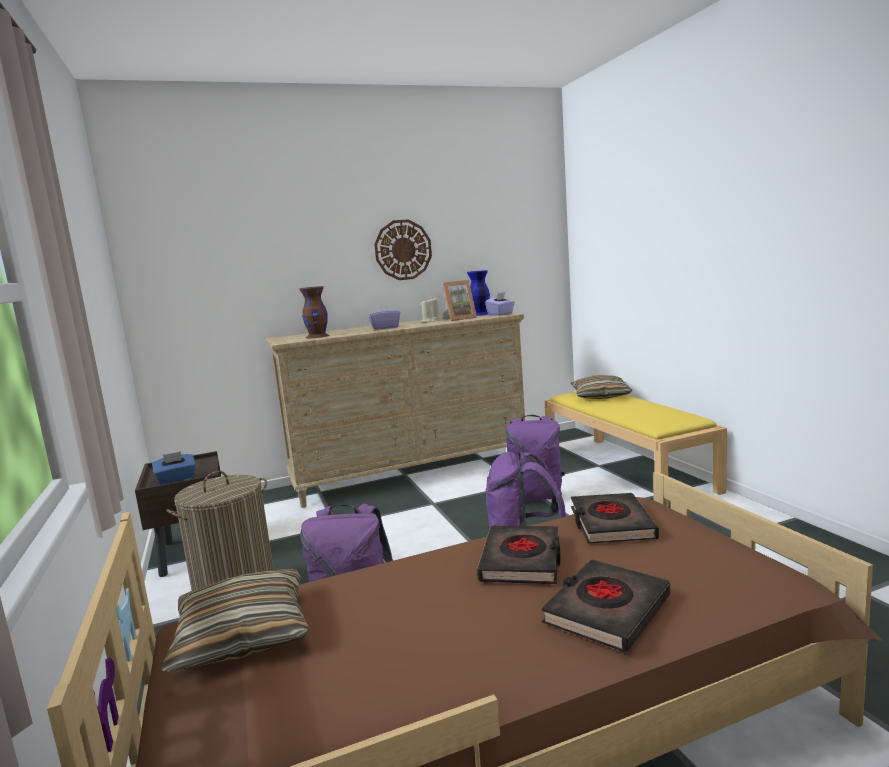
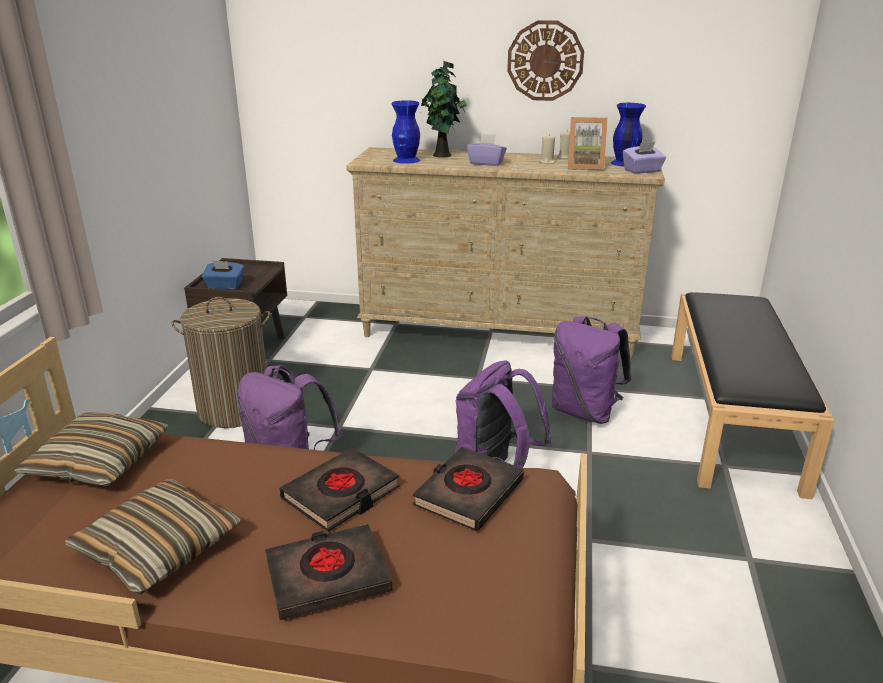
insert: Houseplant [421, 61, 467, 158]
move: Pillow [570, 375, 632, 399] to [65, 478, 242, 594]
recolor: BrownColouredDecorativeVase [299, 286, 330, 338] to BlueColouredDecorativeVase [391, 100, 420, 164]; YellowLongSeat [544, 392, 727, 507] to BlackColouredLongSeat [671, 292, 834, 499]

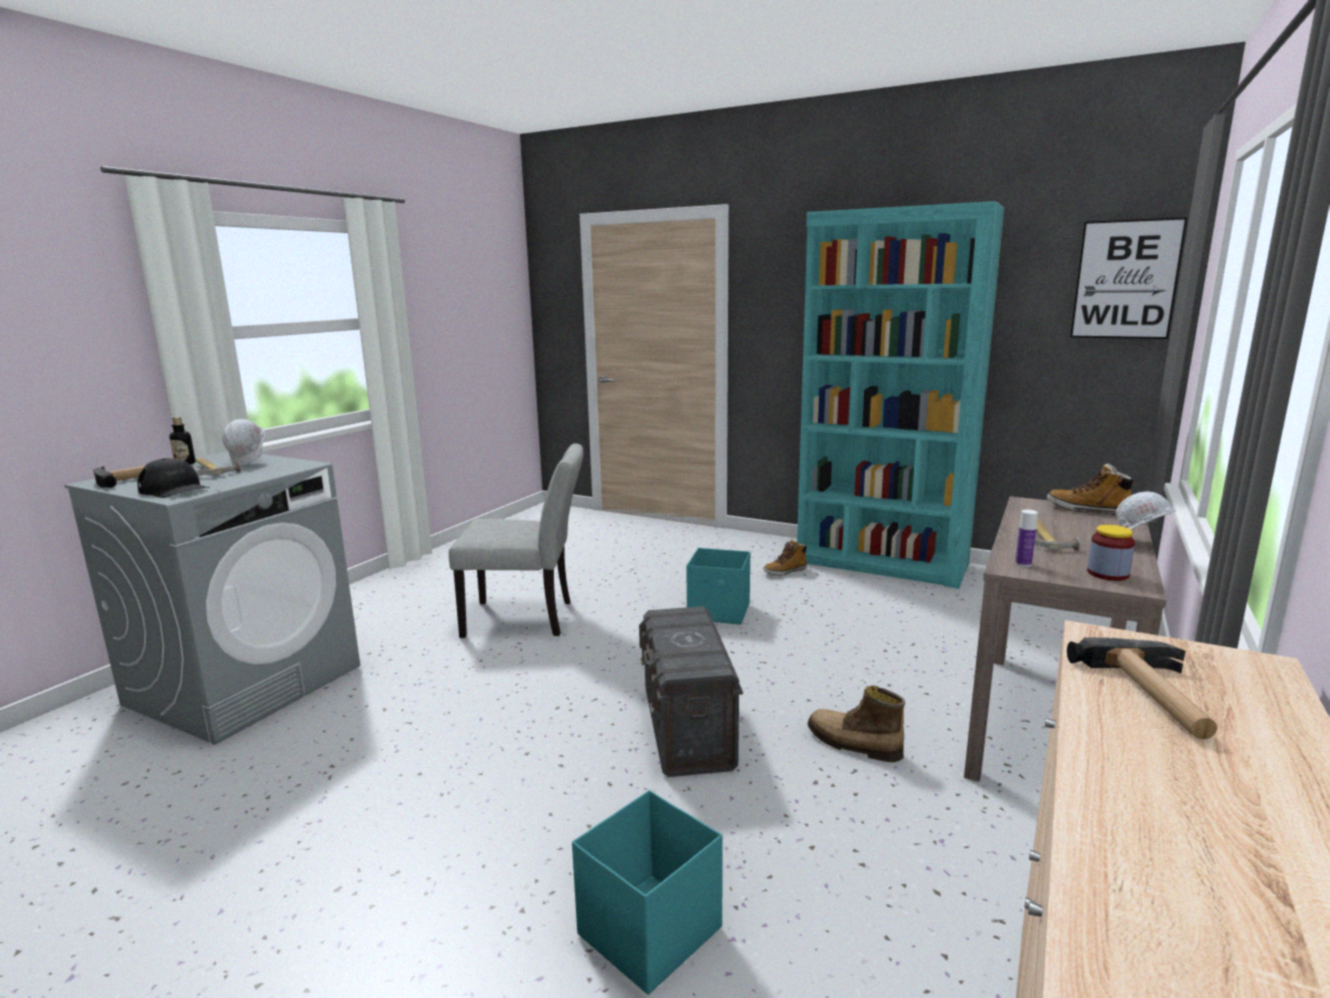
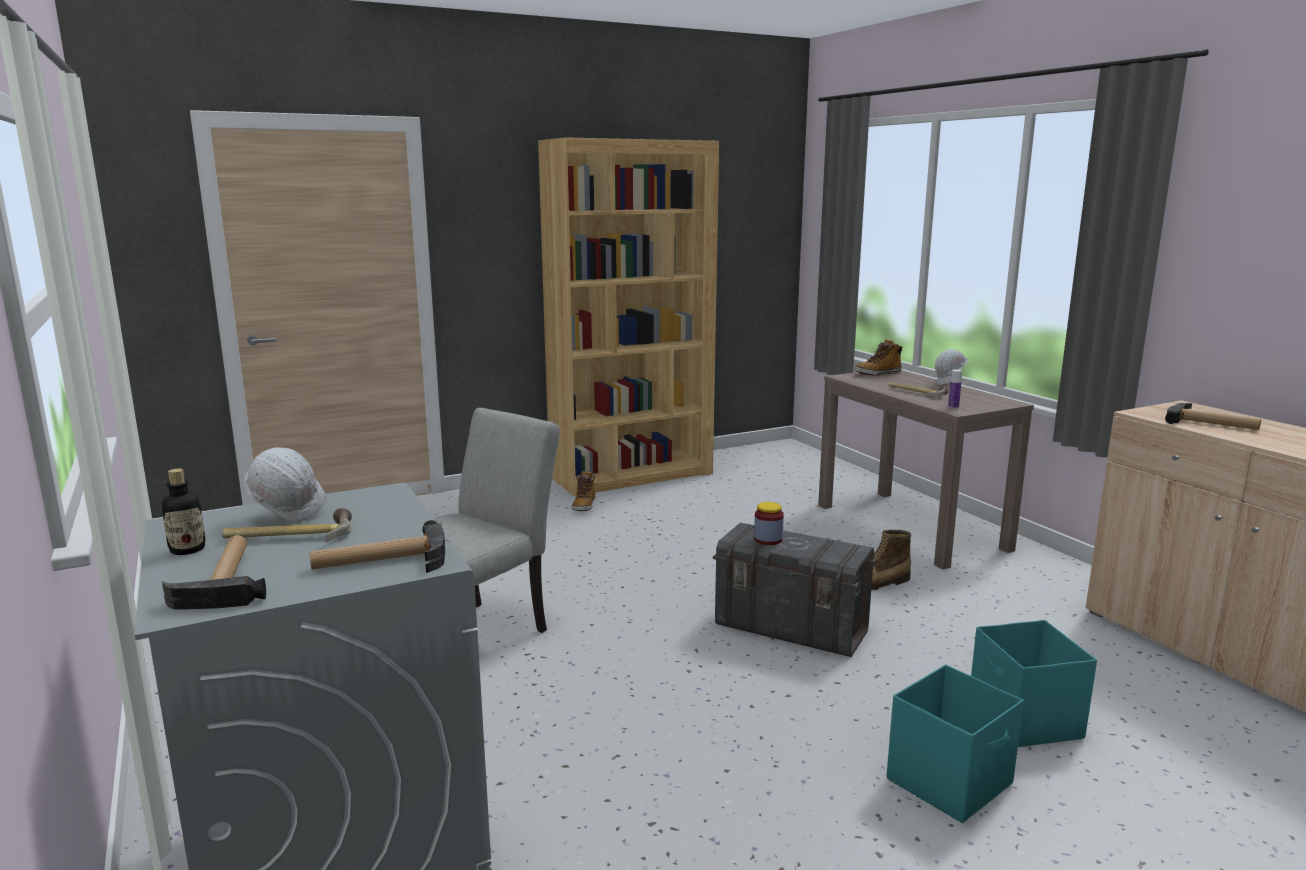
delete: WallArt [1070, 217, 1188, 339]
move: StorageJar [1087, 525, 1135, 581] to [754, 502, 784, 545]; TurquoiseColouredStorageBox [686, 548, 750, 625] to [887, 665, 1024, 823]
replace: BlackColouredBaseballCap [137, 458, 210, 498] to HandHammer [310, 520, 445, 573]
recolor: TurquoiseColouredBookshelf [797, 201, 1004, 589] to BrownColouredBookshelf [538, 137, 719, 496]

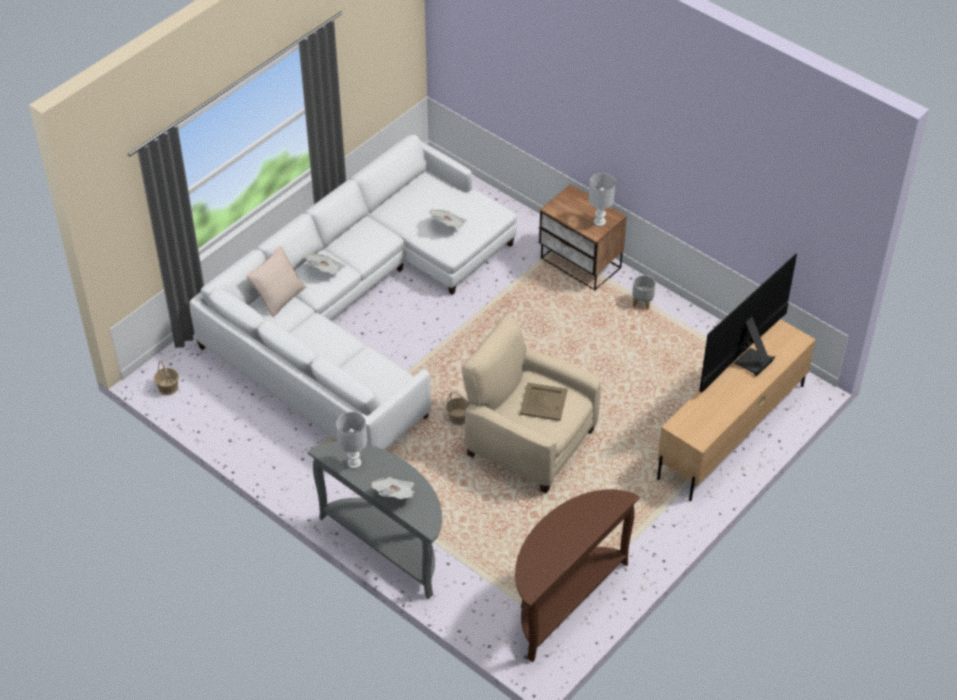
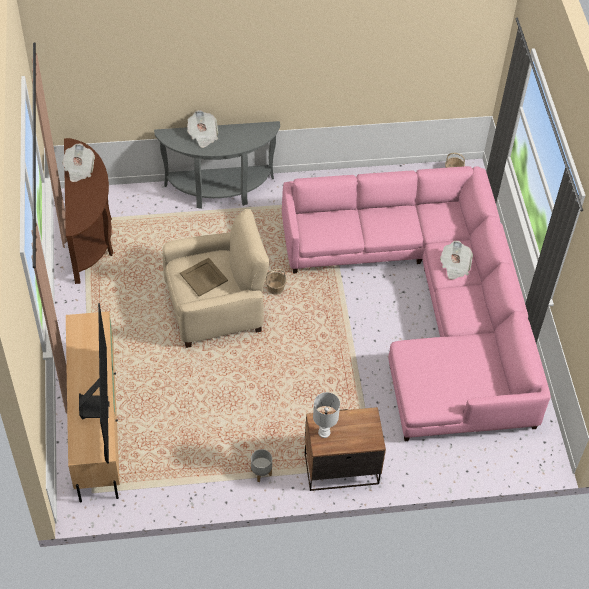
delete: BeigePillow [247, 246, 306, 317]; WhitishTabletopLamp [336, 412, 367, 469]
move: DailyPaper [429, 209, 467, 228] to [62, 143, 95, 182]
recolor: WhitishSofa [189, 135, 517, 450] to PinkColouredSofa [282, 166, 551, 441]

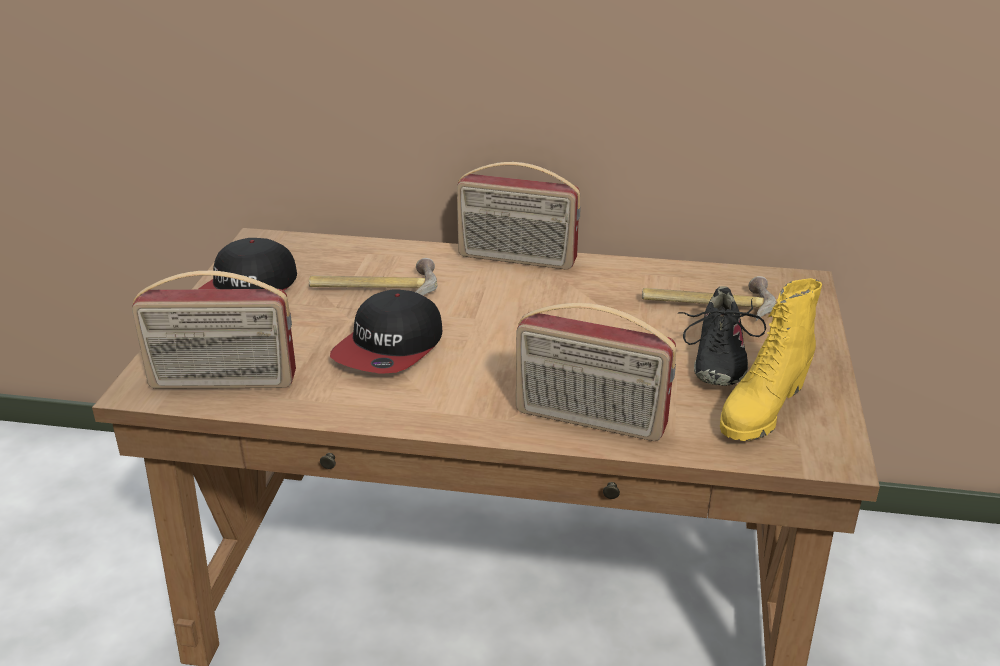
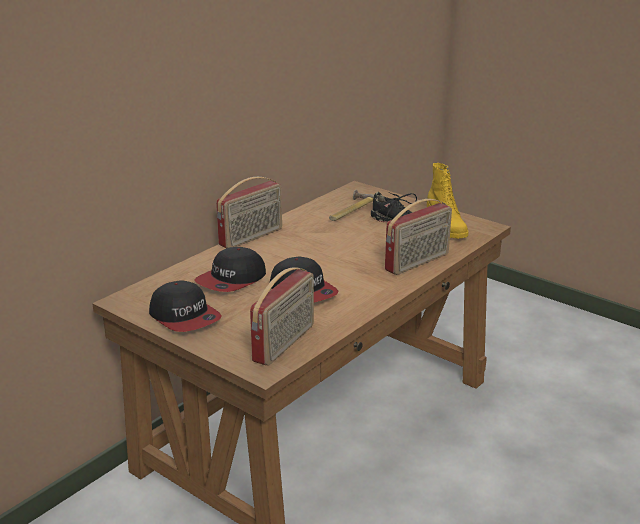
replace: HandHammer [309, 258, 437, 295] to BaseballCap [194, 247, 266, 292]

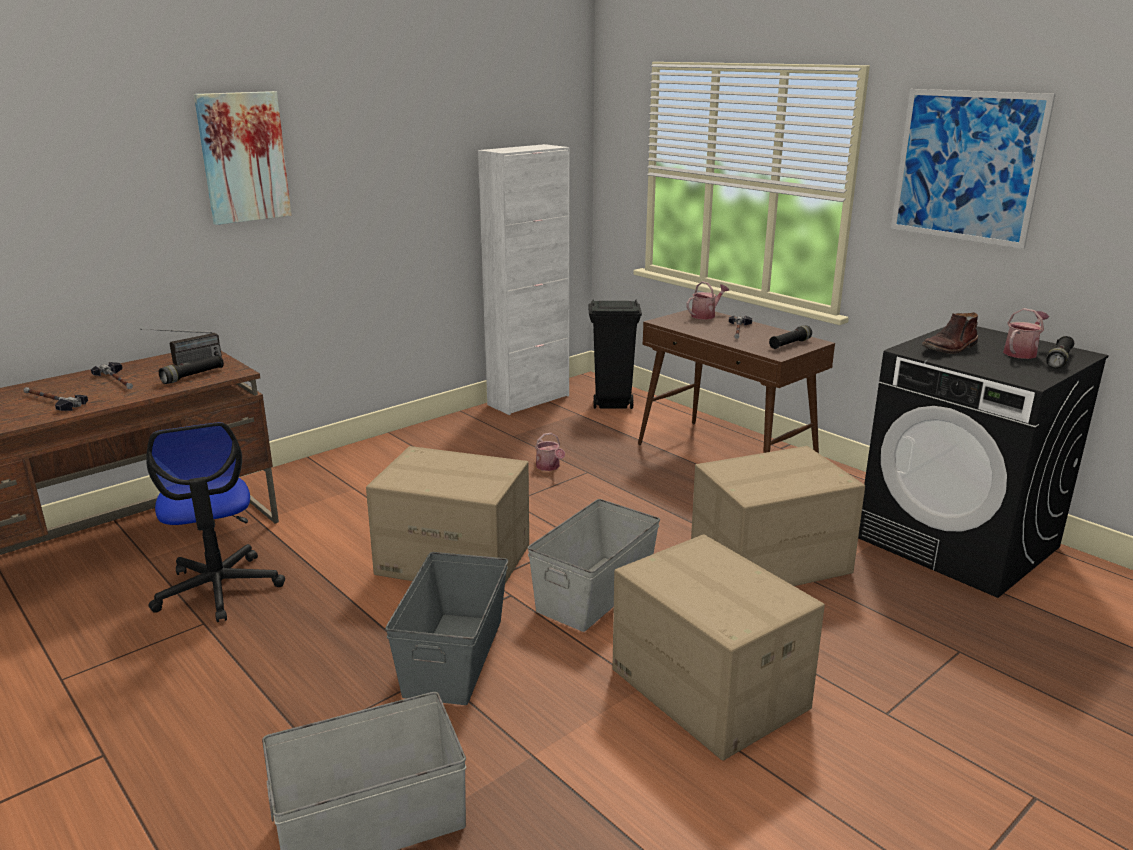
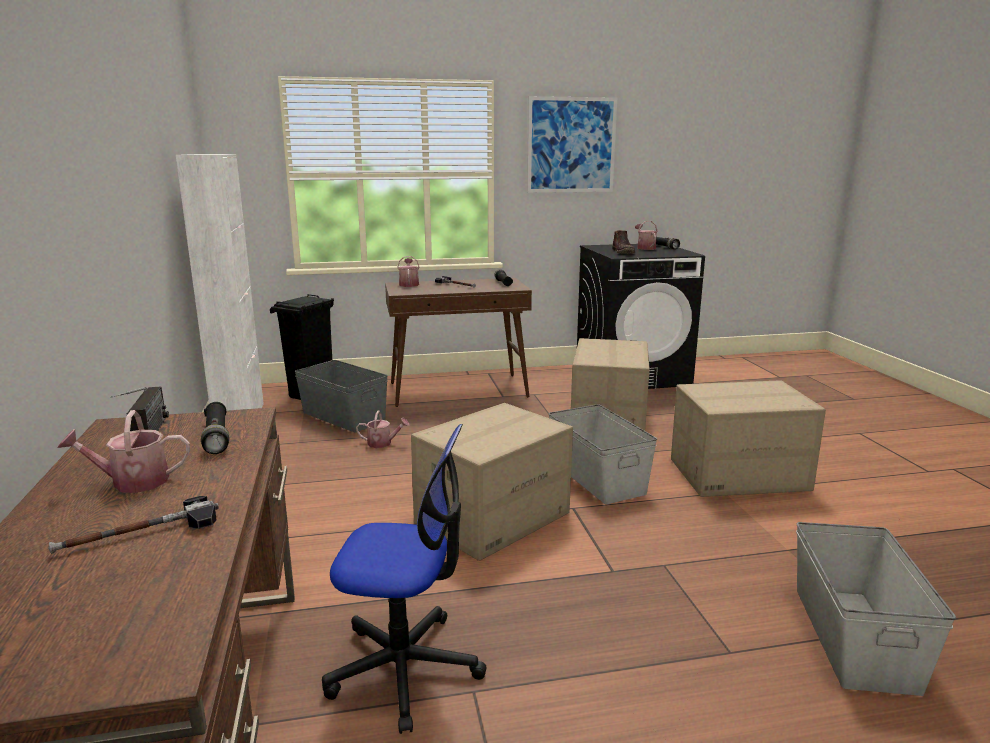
delete: WallArt [194, 91, 292, 225]
move: GreyStorageBox [385, 552, 508, 705] to [295, 360, 388, 433]
replace: HandHammer [91, 362, 133, 389] to WateringCan [58, 410, 190, 493]

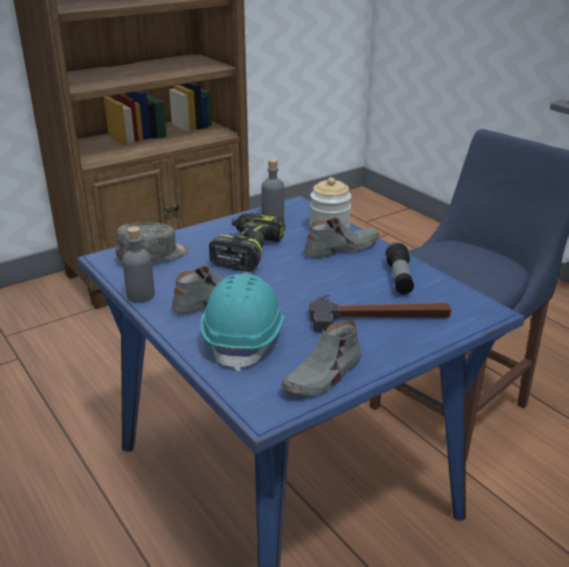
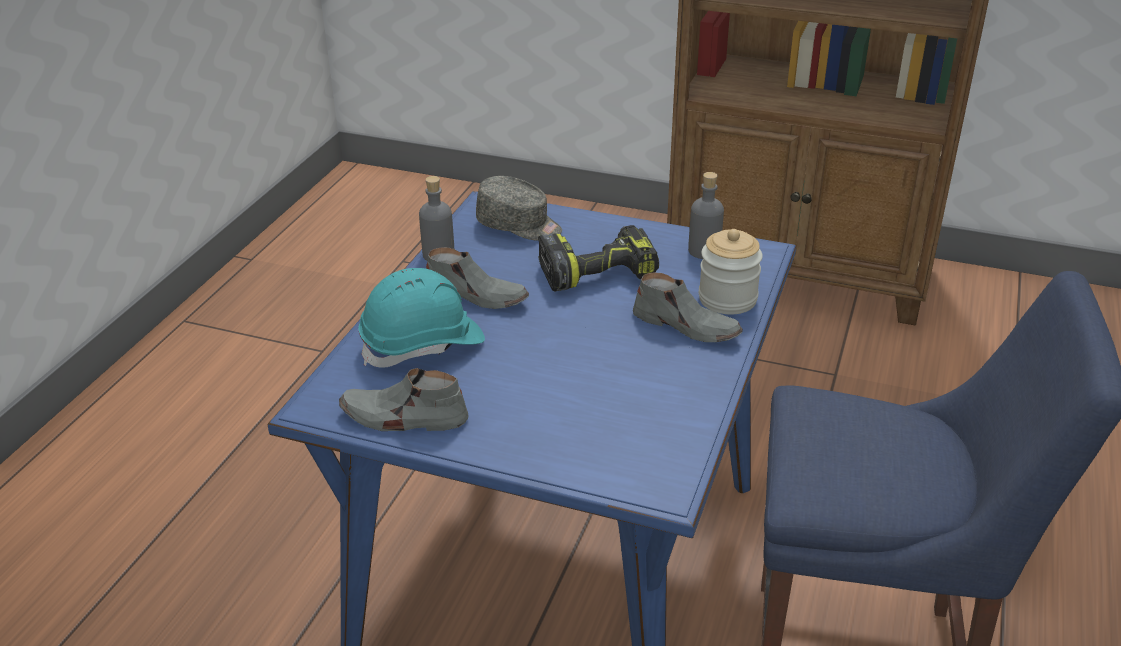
delete: Torch [385, 242, 414, 294]; HandHammer [309, 294, 451, 332]

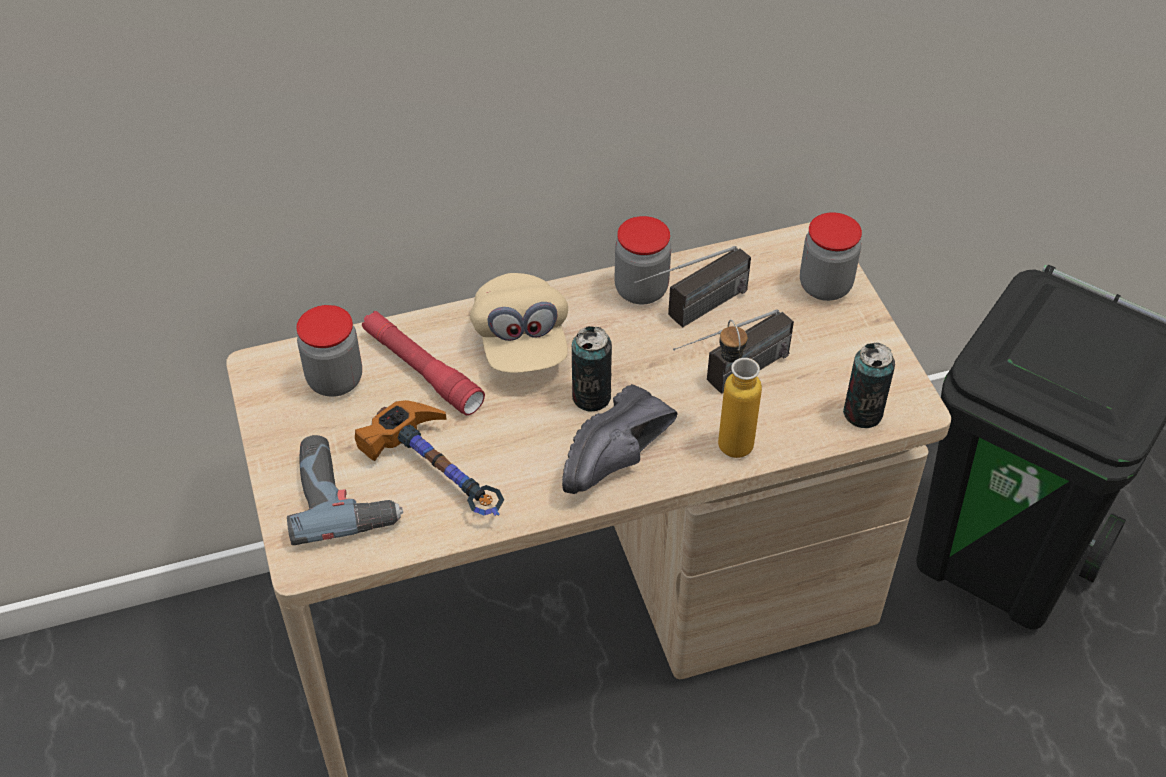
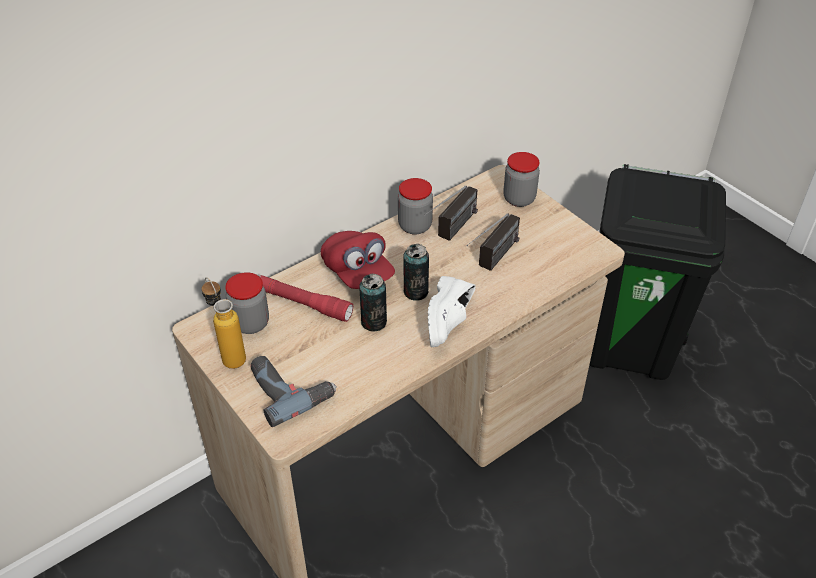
delete: HandHammer [355, 400, 504, 516]
move: DrinkBottle [718, 320, 762, 458] to [202, 277, 246, 369]; Can [843, 343, 895, 428] to [359, 274, 387, 332]
recolor: BeigeBaseballCap [470, 273, 568, 373] to ReddishBaseballCap [321, 231, 395, 289]; BlackColouredShoe [562, 384, 678, 494] to WhitishShoe [428, 276, 476, 347]

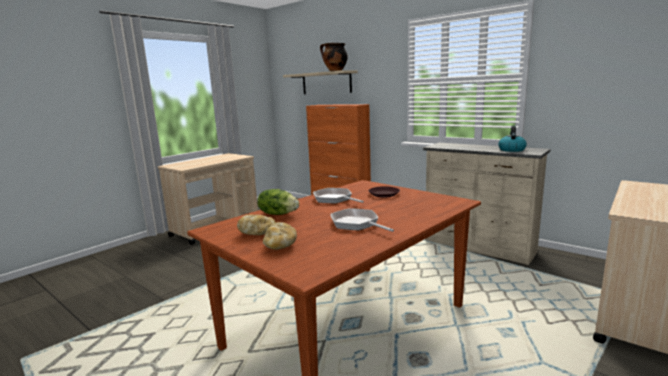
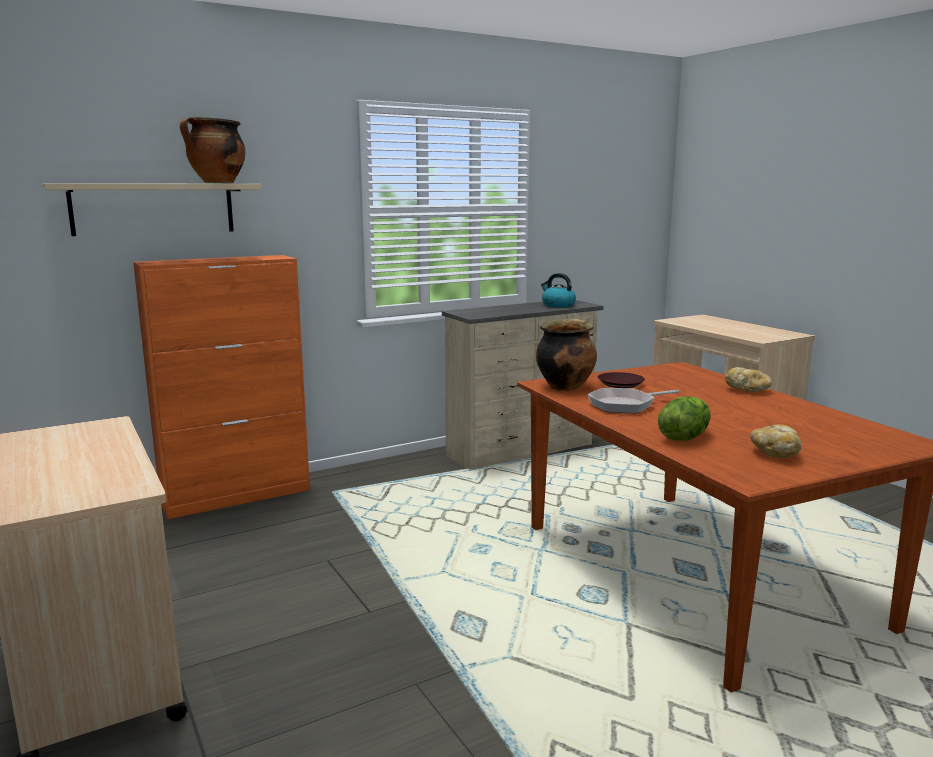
delete: Skillet [331, 208, 394, 232]
insert: CookingPot [536, 319, 597, 391]
move: Bread [263, 222, 297, 250] to [725, 367, 772, 392]

